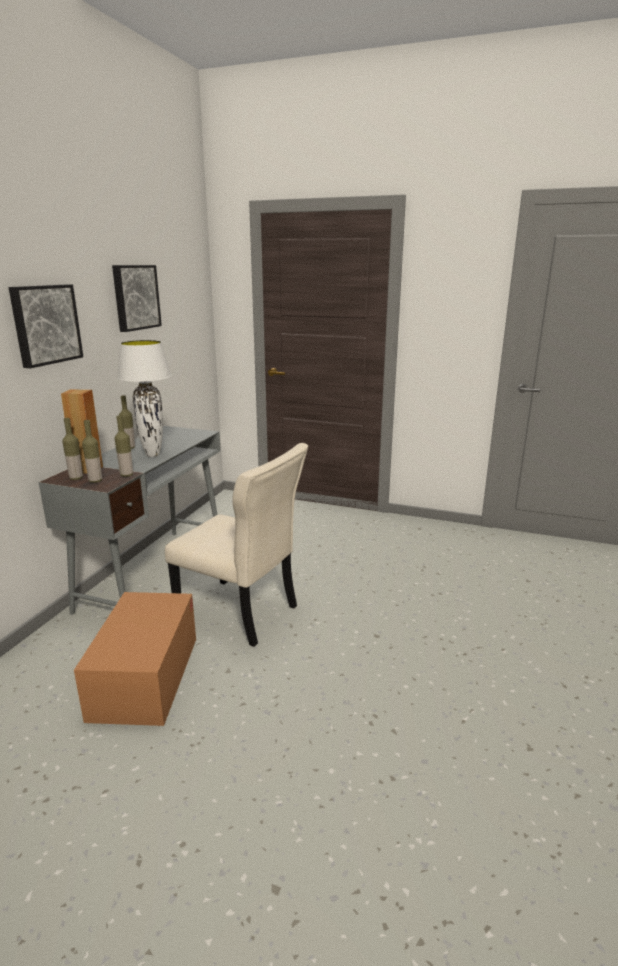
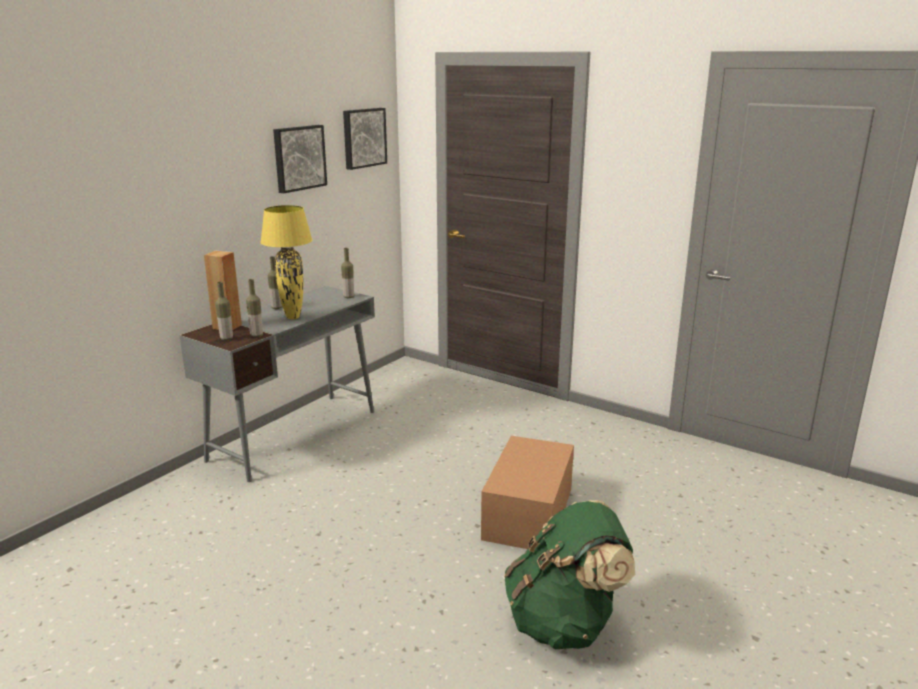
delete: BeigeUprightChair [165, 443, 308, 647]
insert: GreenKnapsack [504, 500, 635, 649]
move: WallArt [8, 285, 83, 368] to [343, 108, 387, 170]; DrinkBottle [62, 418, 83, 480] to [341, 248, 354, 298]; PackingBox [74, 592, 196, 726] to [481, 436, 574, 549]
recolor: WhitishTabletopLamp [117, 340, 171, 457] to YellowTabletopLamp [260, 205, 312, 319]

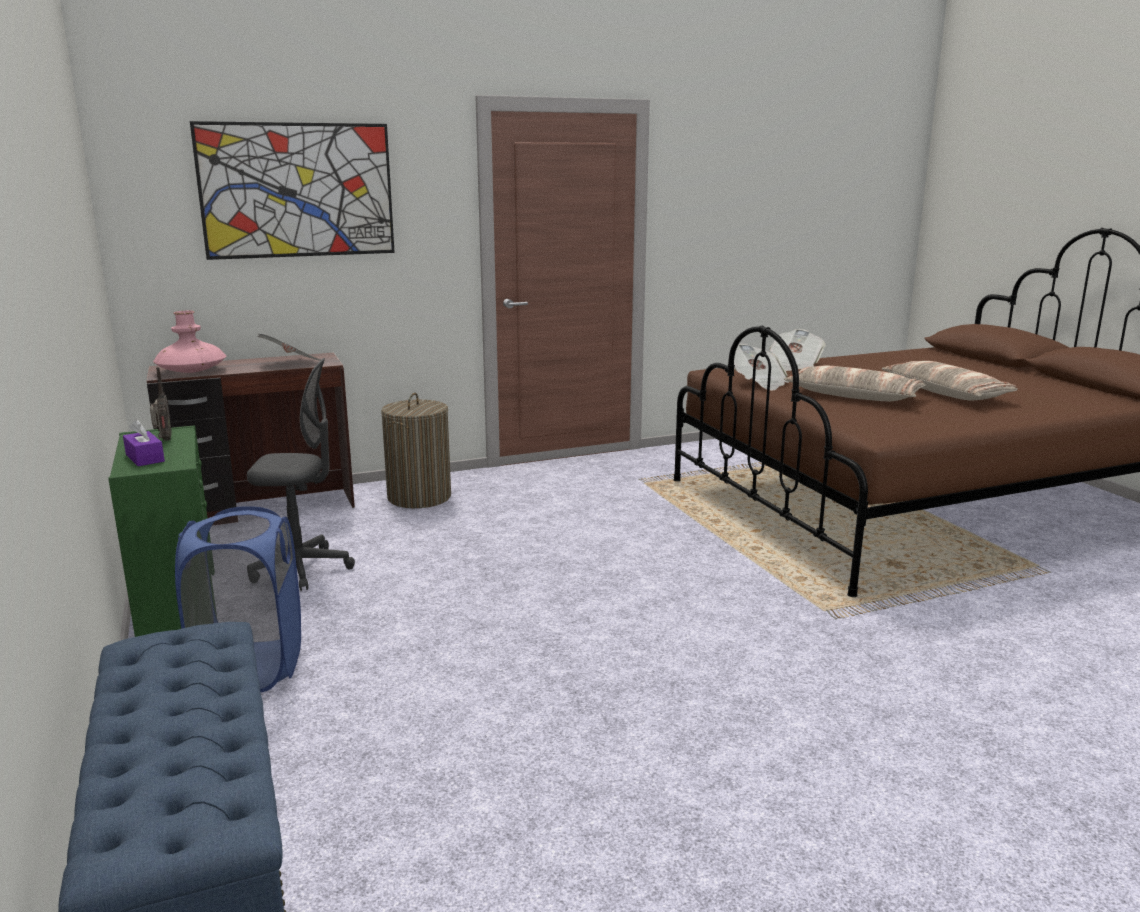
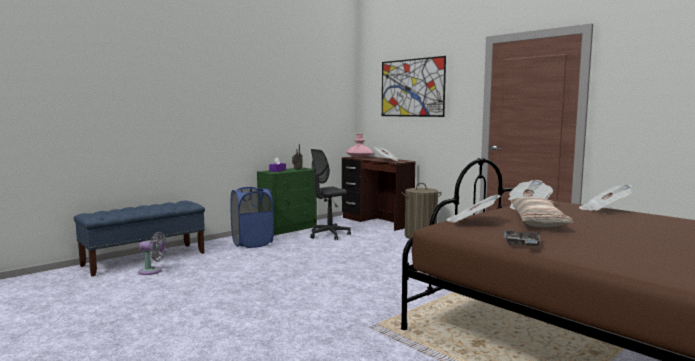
delete: Pillow [882, 361, 1018, 400]
insert: DailyPaper [446, 195, 501, 223]; GreyTray [504, 230, 540, 246]; GreyElectricFan [138, 232, 167, 275]
rotate: GreyDeskChair [247, 358, 355, 591] = [310, 149, 351, 240] 75 degrees clockwise

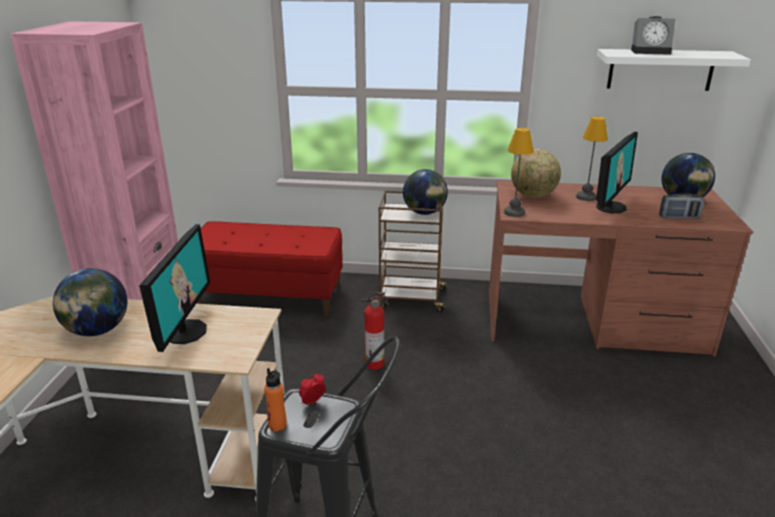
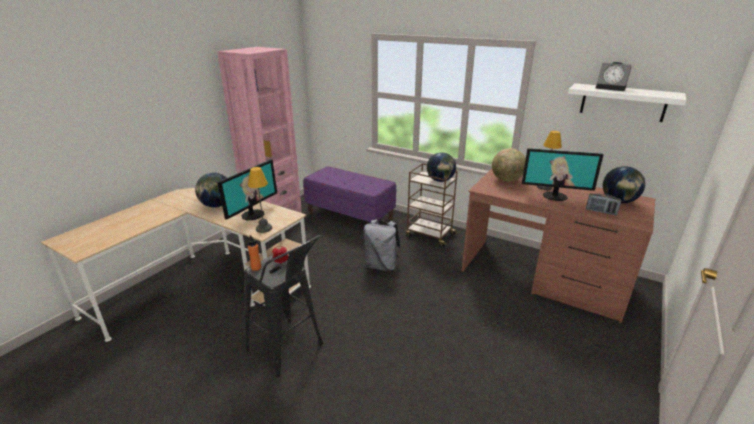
move: TabletopLamp [504, 128, 534, 217] to [248, 167, 272, 233]
replace: FireFightingCylinder [361, 292, 390, 370] to GreyKnapsack [363, 219, 401, 271]
recolor: ReddishLongSeat [196, 221, 343, 316] to PurpleLongSeat [303, 167, 396, 222]
rotate: Monitor [596, 132, 638, 213] = [522, 148, 604, 201] 45 degrees clockwise

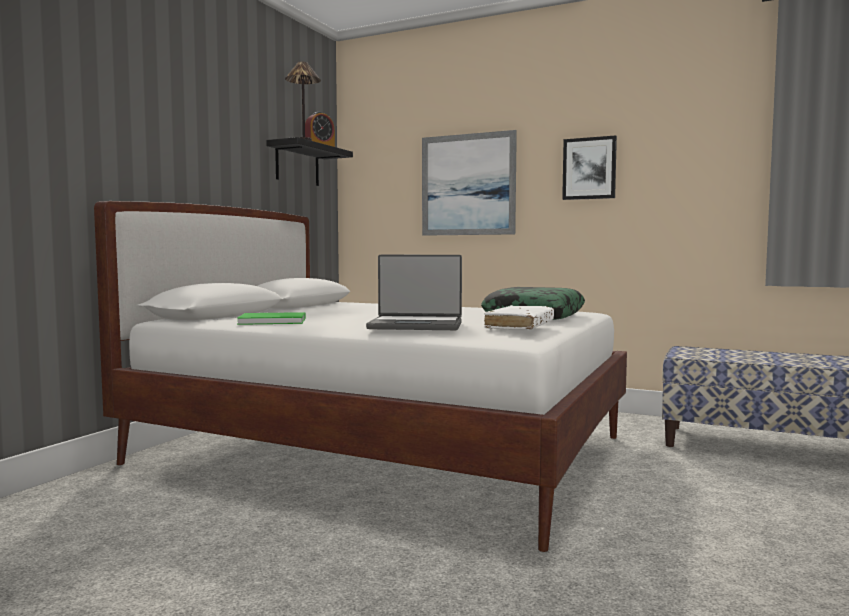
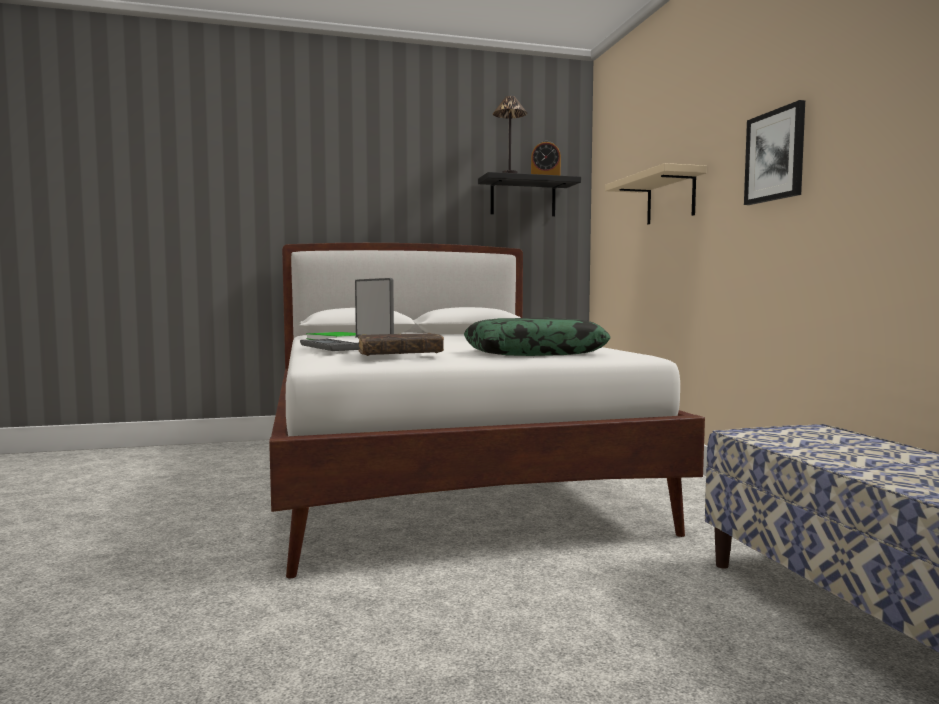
replace: WallArt [422, 130, 517, 236] to BeigeWallShelf [605, 163, 707, 225]
recolor: WhitishBook [484, 305, 554, 330] to BrownColouredBook [358, 333, 444, 356]

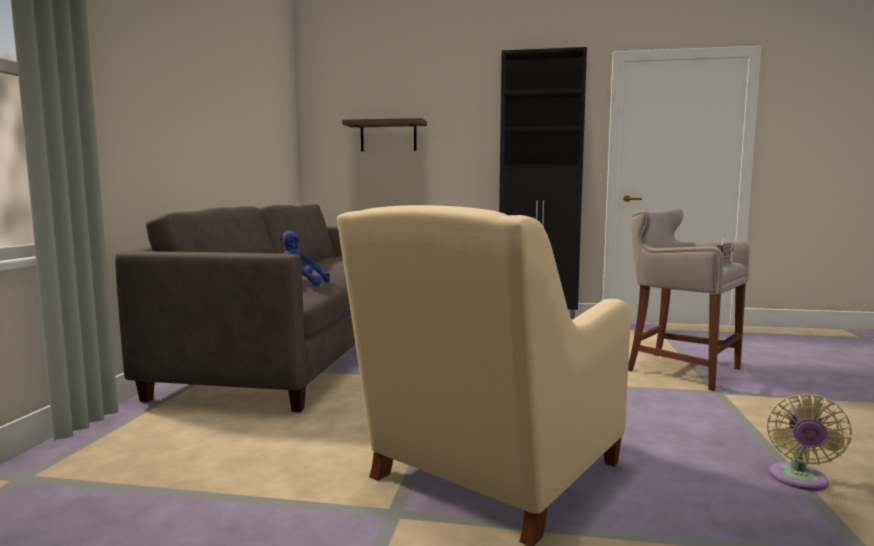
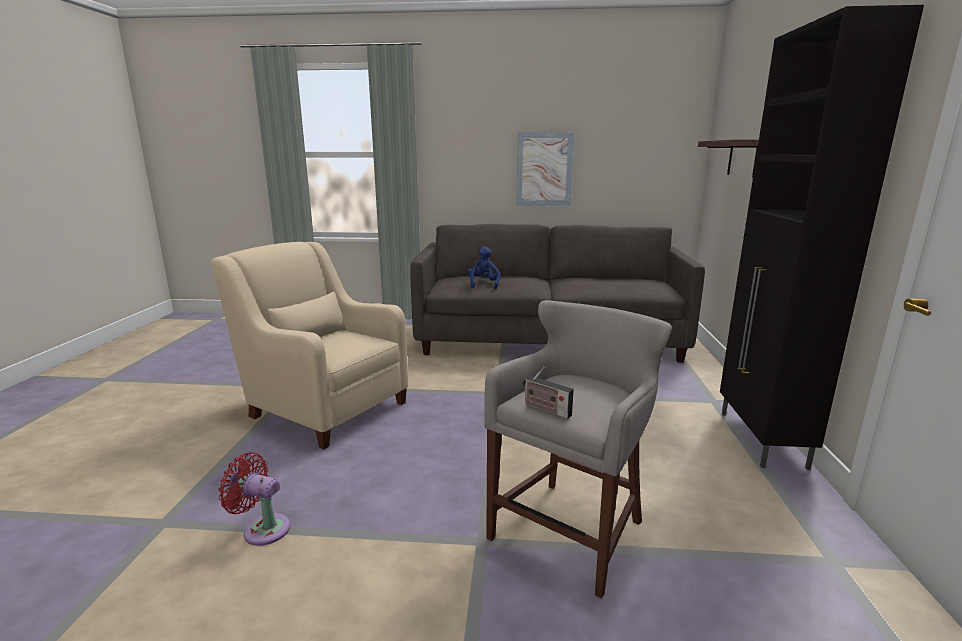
insert: WallArt [516, 132, 574, 206]
recolor: BeigeElectricFan [767, 394, 852, 491] to ReddishElectricFan [218, 452, 291, 546]

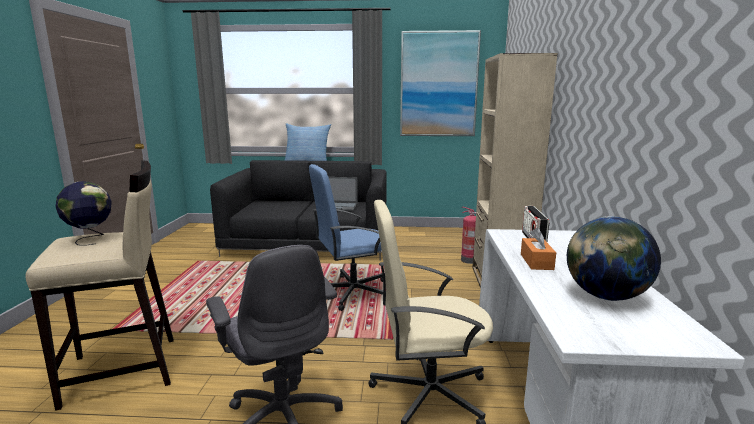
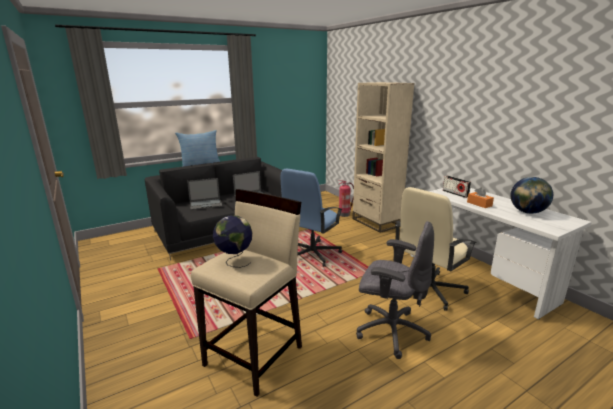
delete: WallArt [400, 30, 481, 136]
insert: NotebookComputer [187, 178, 222, 210]

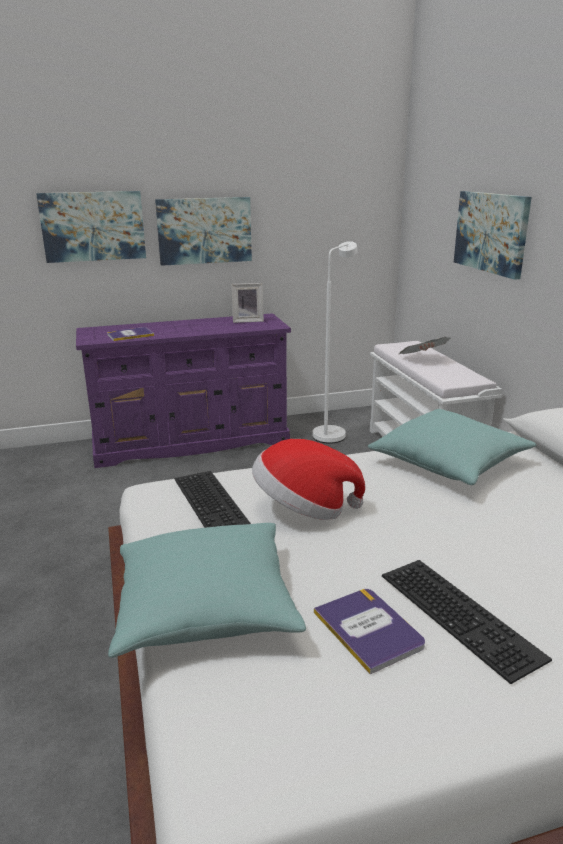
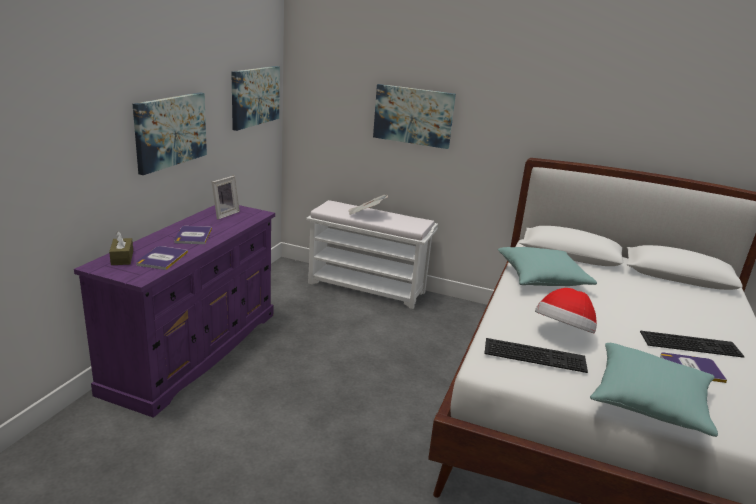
delete: WhitishStandingLamp [312, 241, 358, 444]
insert: Book [174, 226, 212, 244]; BrownColouredBoxOfTissues [109, 231, 133, 265]
move: WallArt [36, 191, 146, 263] to [231, 66, 280, 131]

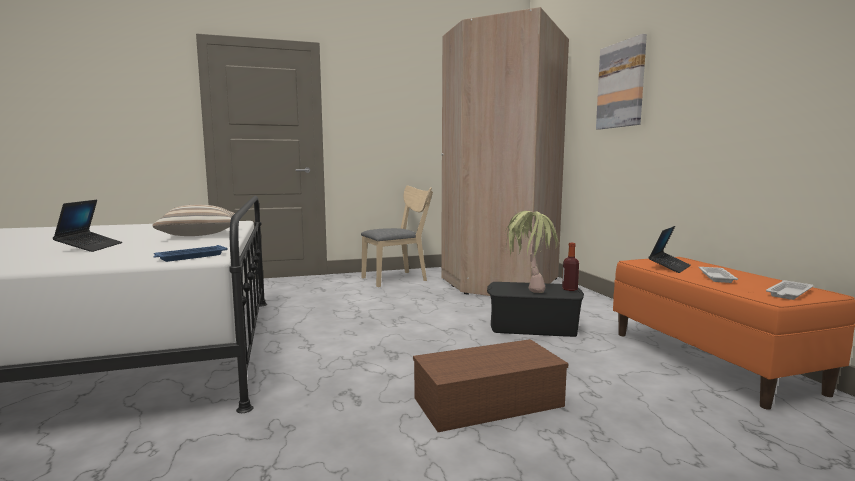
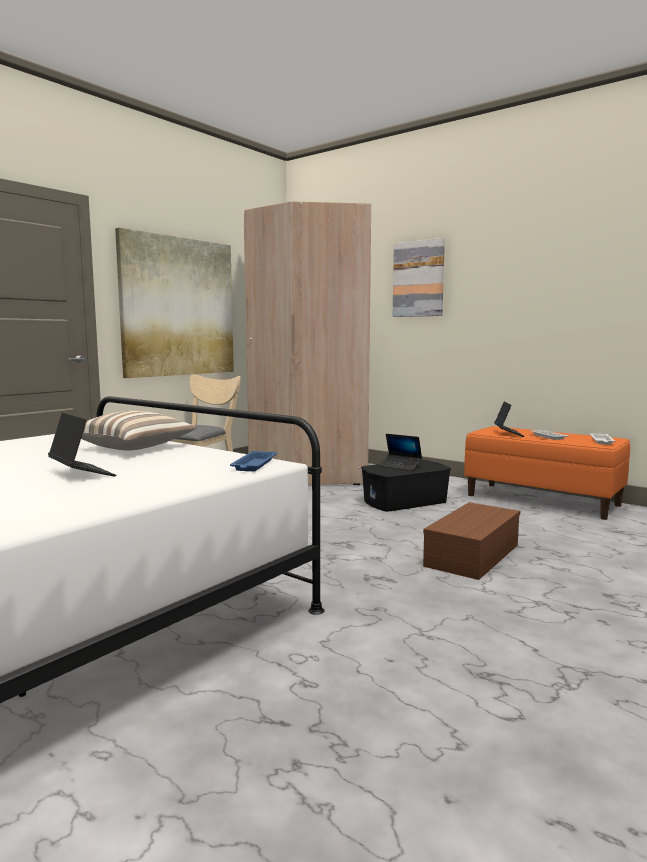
delete: DrinkBottle [562, 243, 579, 291]
insert: WallArt [115, 228, 234, 378]
replace: Houseplant [505, 211, 559, 293] to NotebookComputer [379, 434, 422, 471]

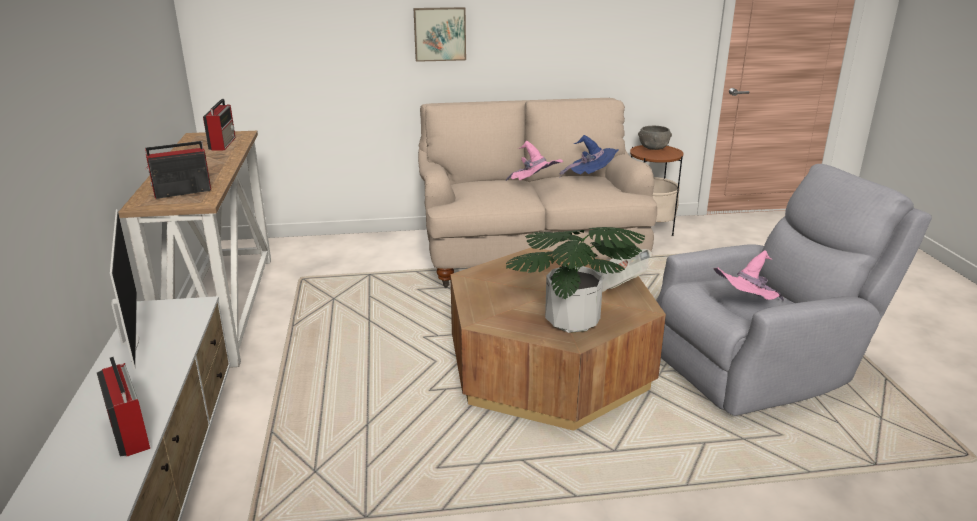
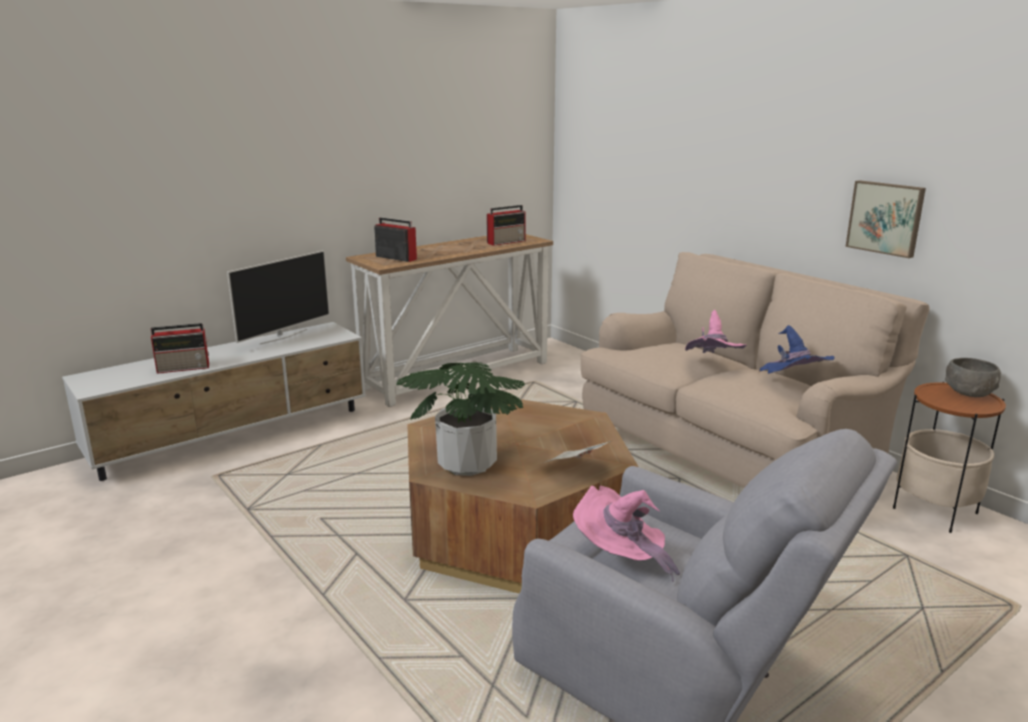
move: WallArt [413, 7, 466, 62] to [845, 180, 926, 258]
rotate: RadioReceiver [97, 357, 150, 457] = [151, 323, 209, 374] 45 degrees clockwise

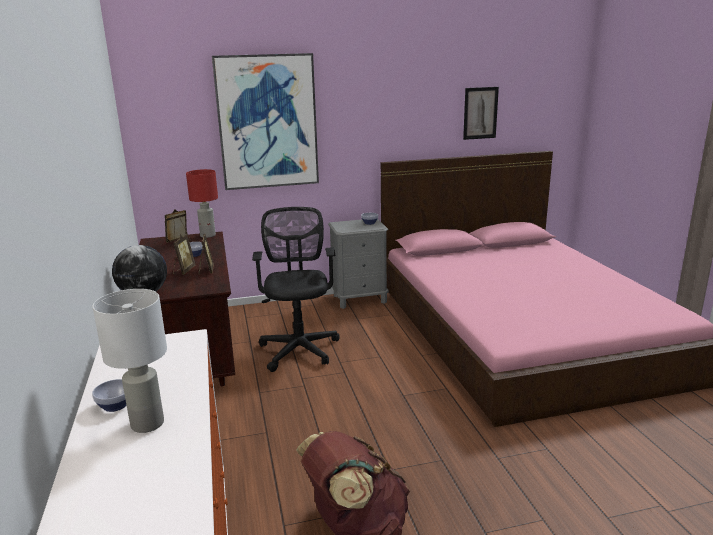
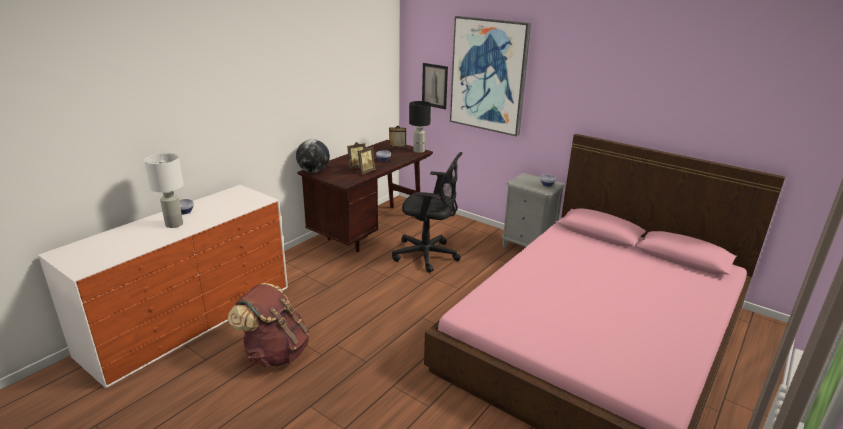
move: WallArt [463, 87, 499, 140] to [422, 63, 448, 109]
recolor: ReddishTabletopLamp [186, 169, 218, 238] to BlackColouredTabletopLamp [409, 101, 431, 153]
rotate: BlackColouredDeskChair [252, 207, 340, 372] = [392, 152, 463, 273] 60 degrees clockwise

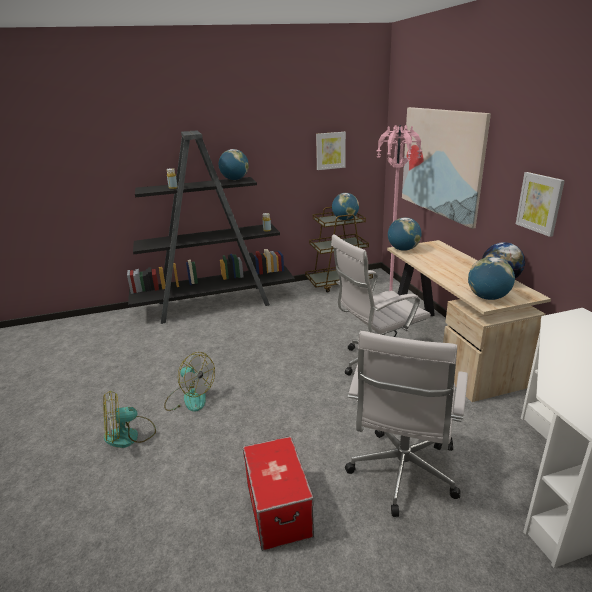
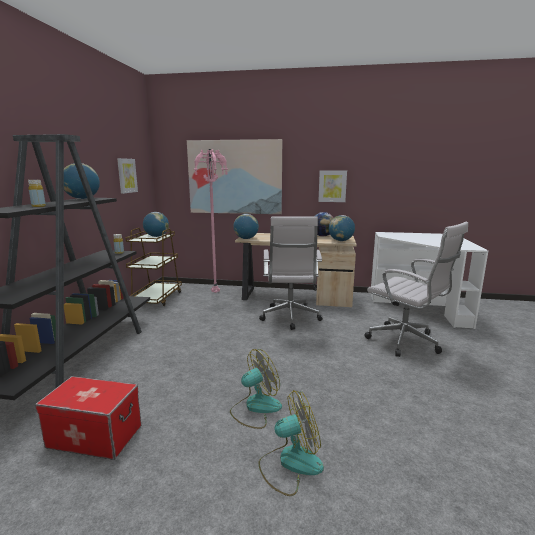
move: StorageBox [243, 436, 314, 551] to [35, 376, 141, 460]
rotate: ElectricFan [103, 391, 156, 448] = [258, 390, 324, 496] 105 degrees counterclockwise

